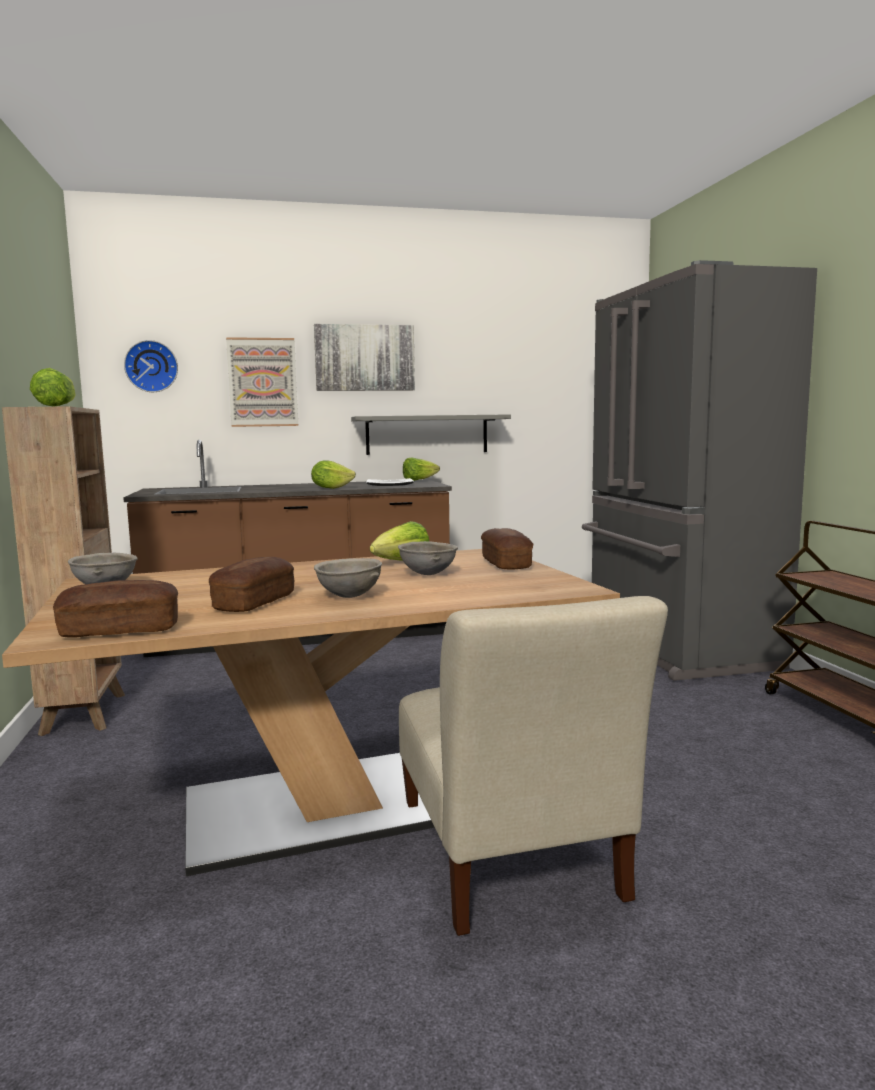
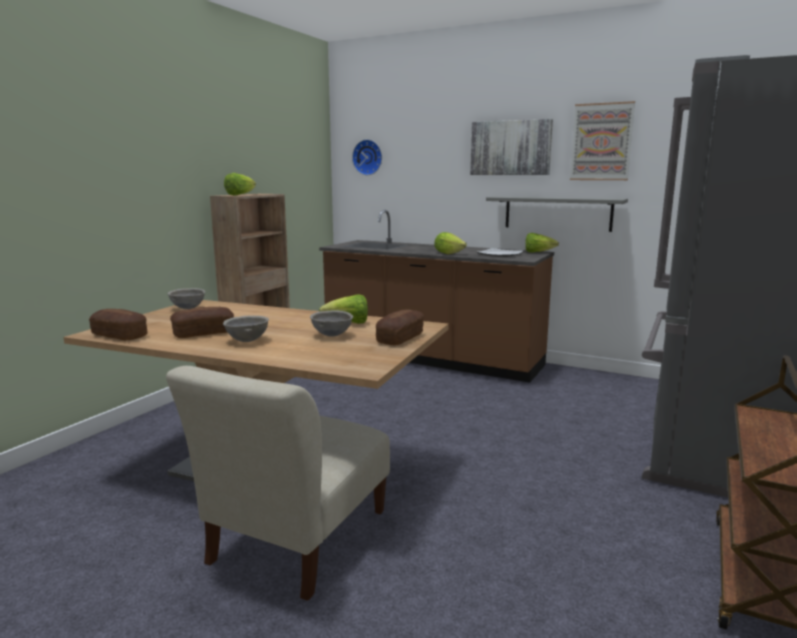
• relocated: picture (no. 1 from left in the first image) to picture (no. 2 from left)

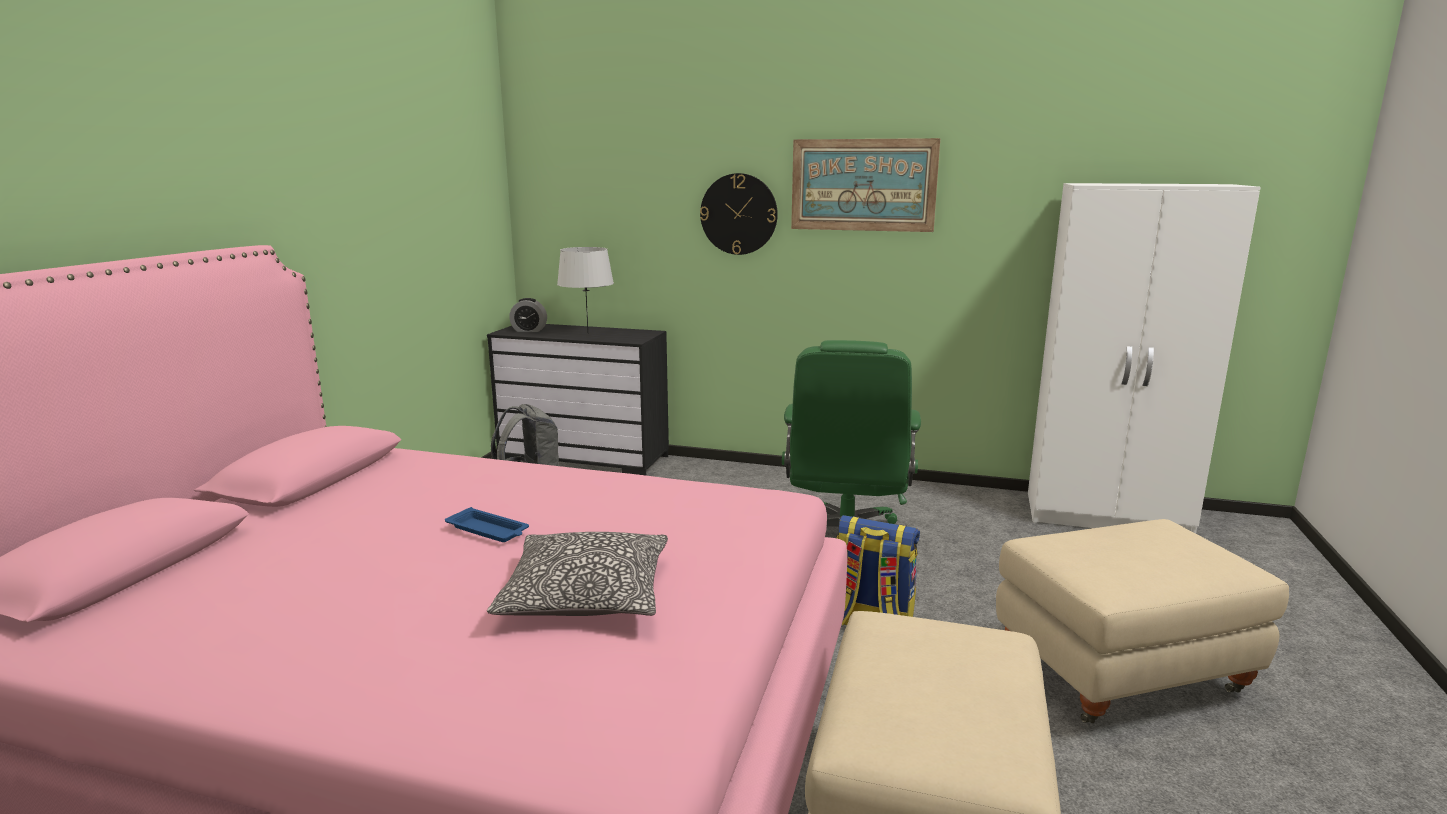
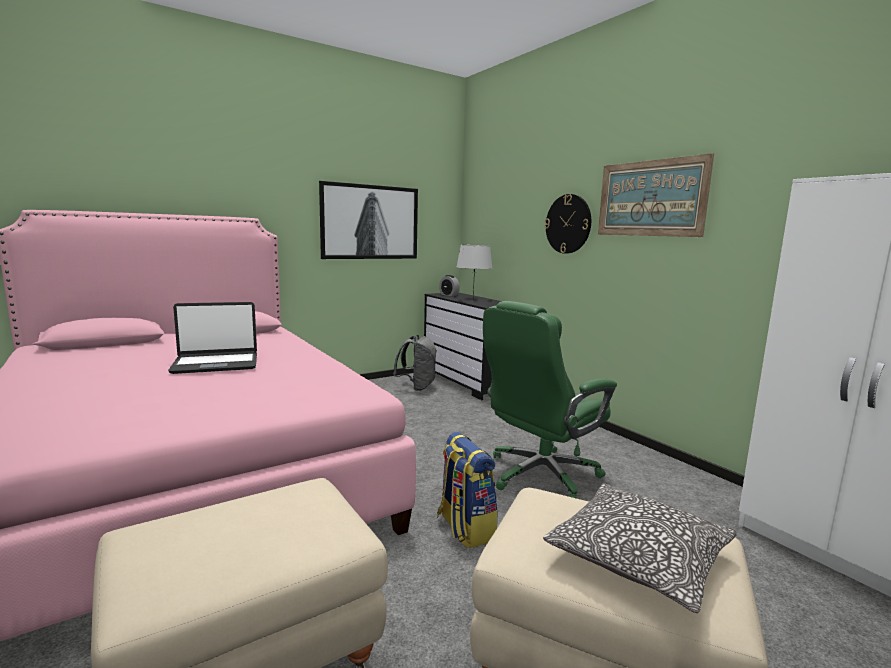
• exchanged: tray in blue to laptop
• appeared: picture (no. 1 from left)
• relocated: pillow

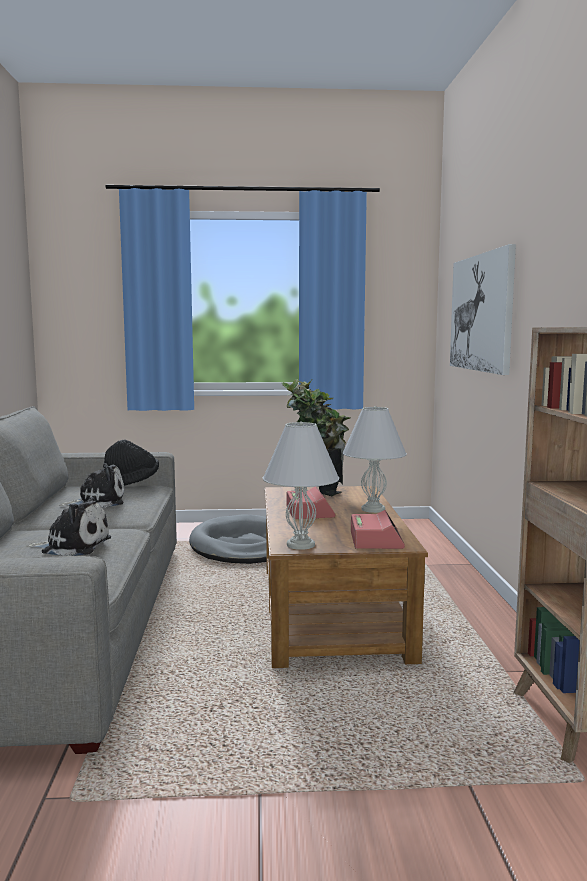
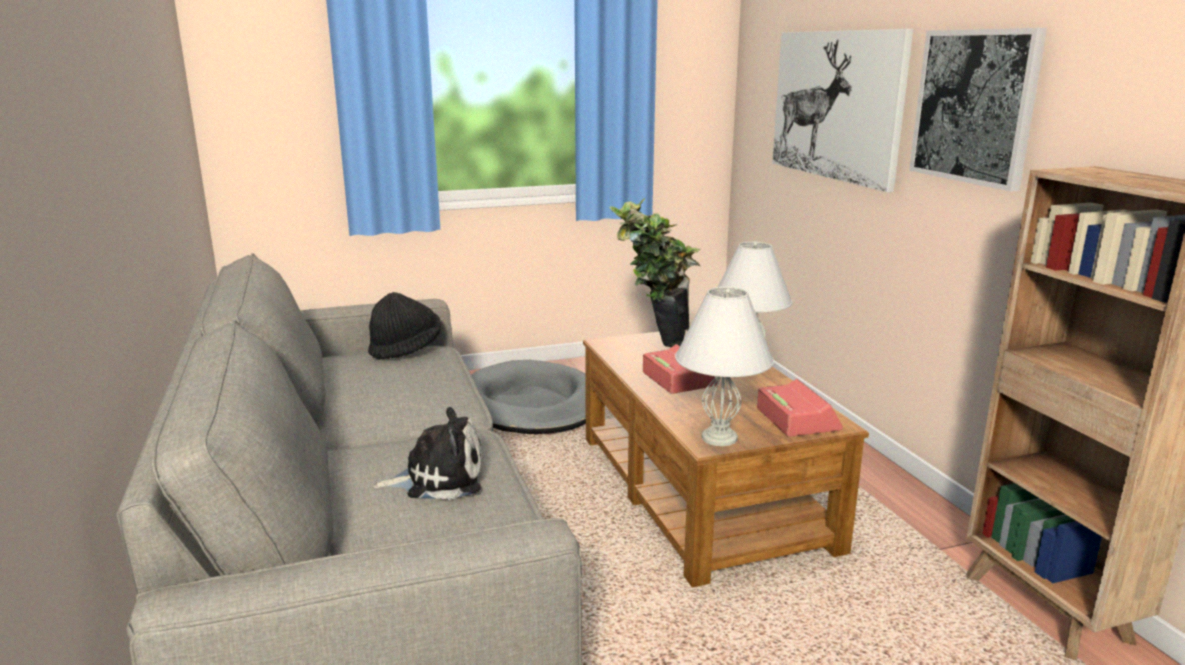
• appeared: picture (no. 2 from left)
• missing: plush toy (no. 2 from left)

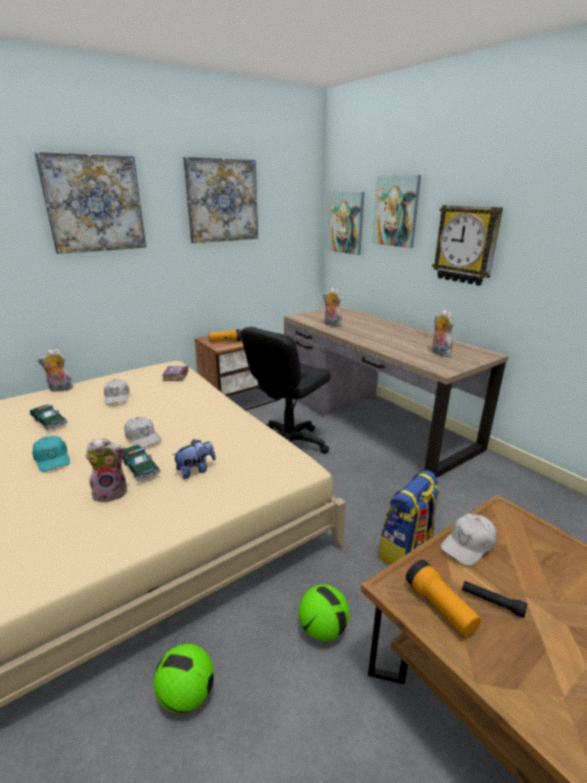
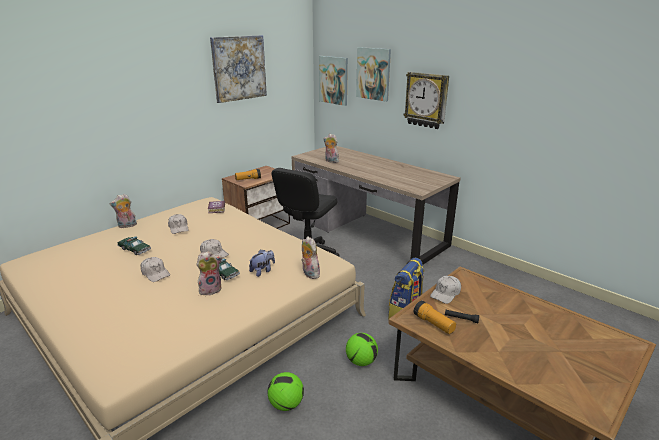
• colour: cap in turquoise to cap in white (no. 1 from left)
• relocated: plush toy (no. 5 from left in the first image) to plush toy (no. 4 from left)
• missing: picture (no. 1 from left)

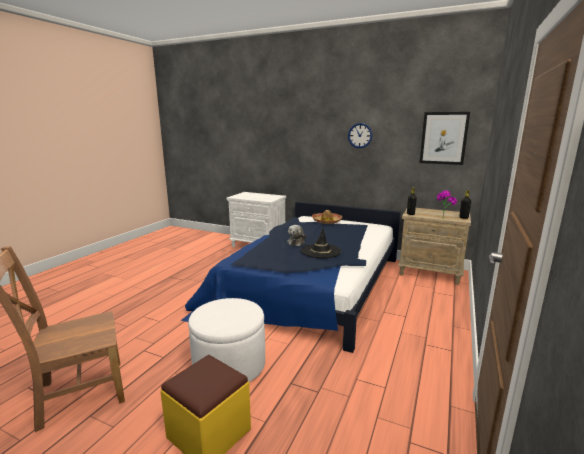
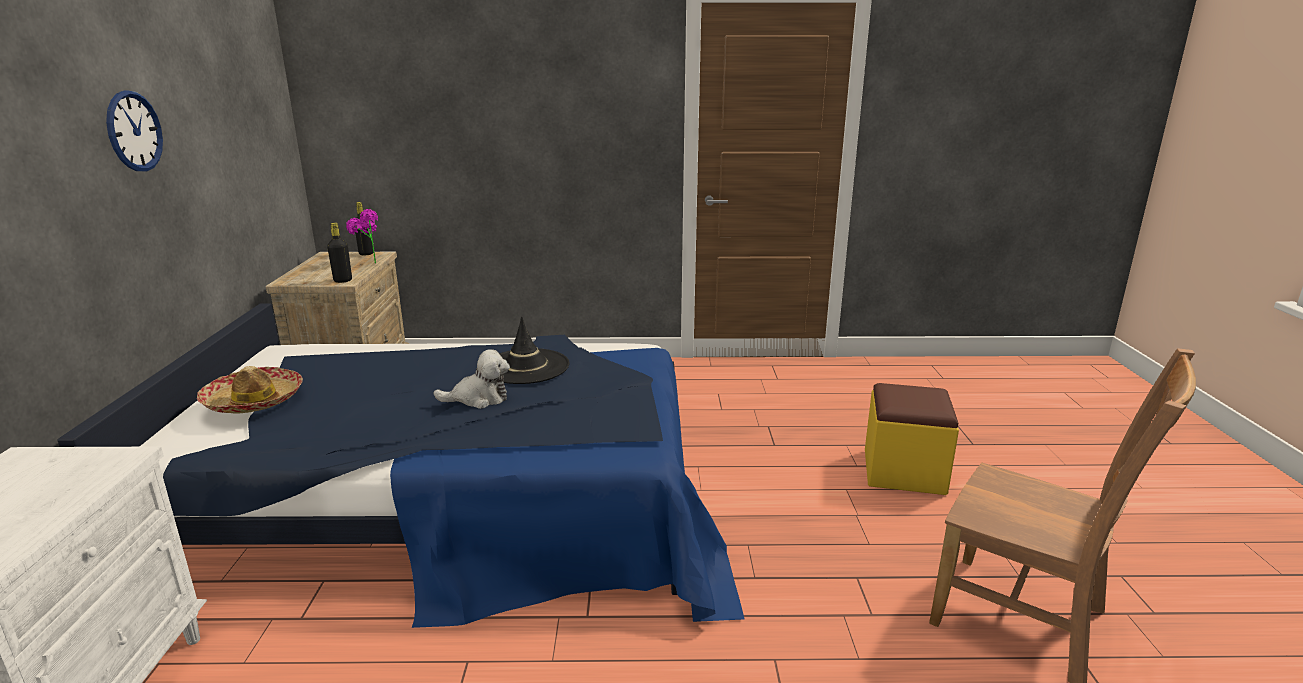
• missing: ottoman in white
• missing: picture

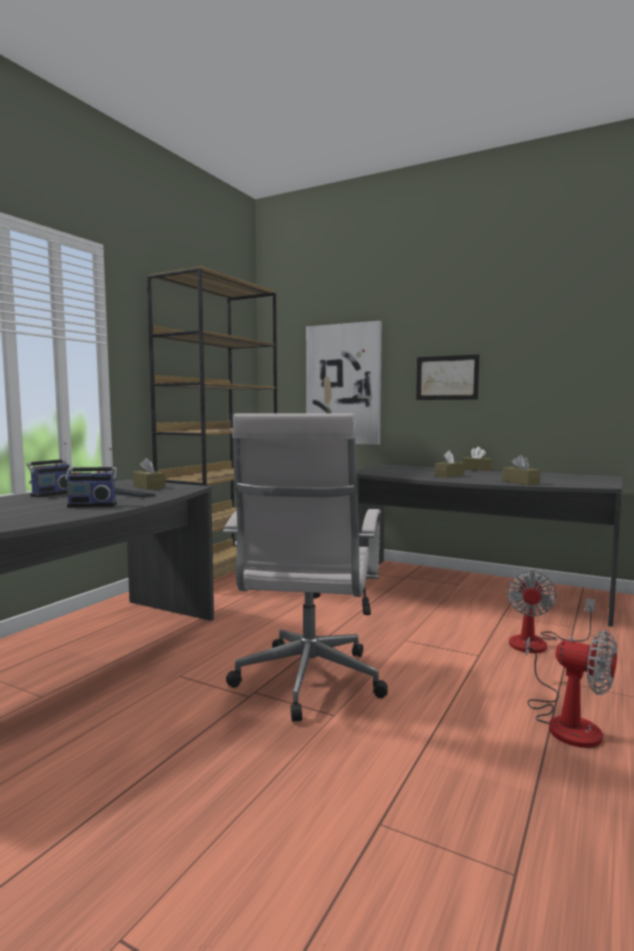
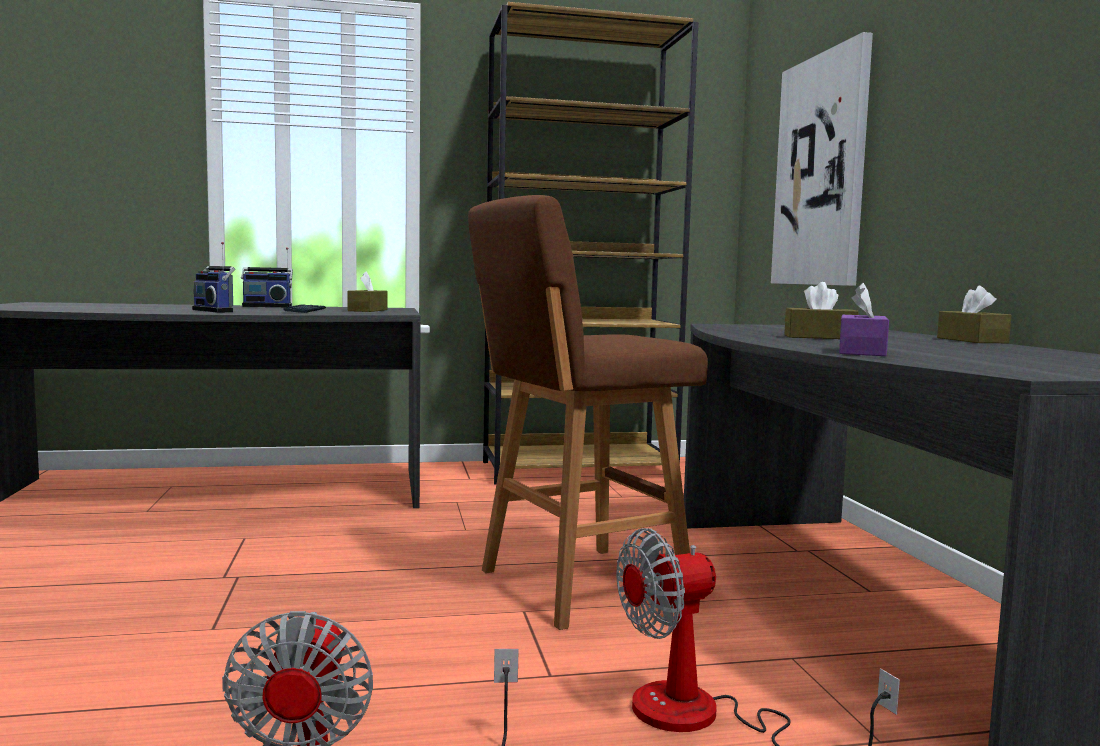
• appeared: stool in brown
• colour: tissue box in brown (no. 4 from left) to tissue box in purple
• missing: office chair in white
• missing: picture (no. 2 from left)

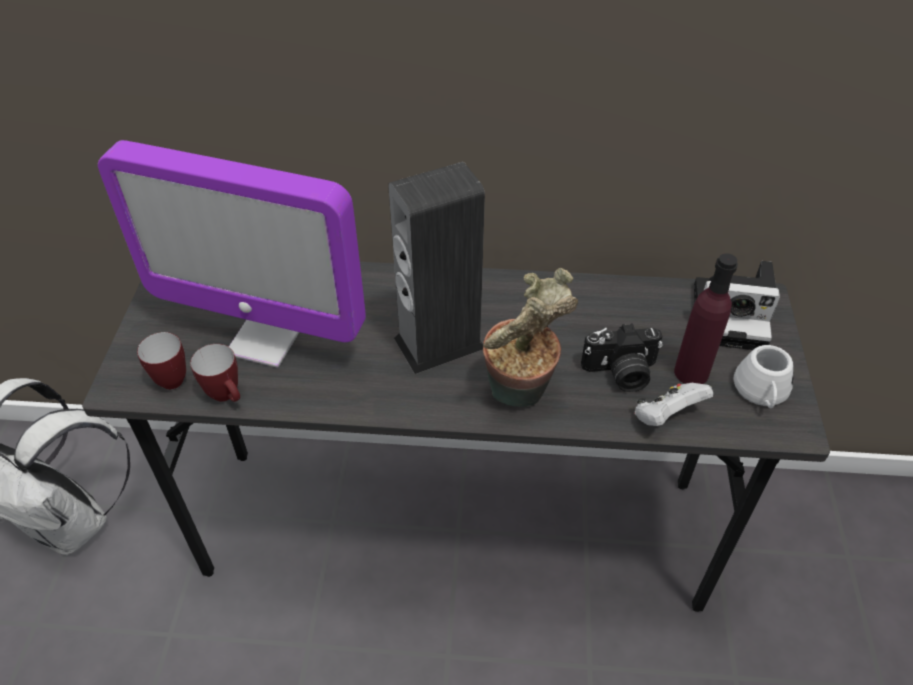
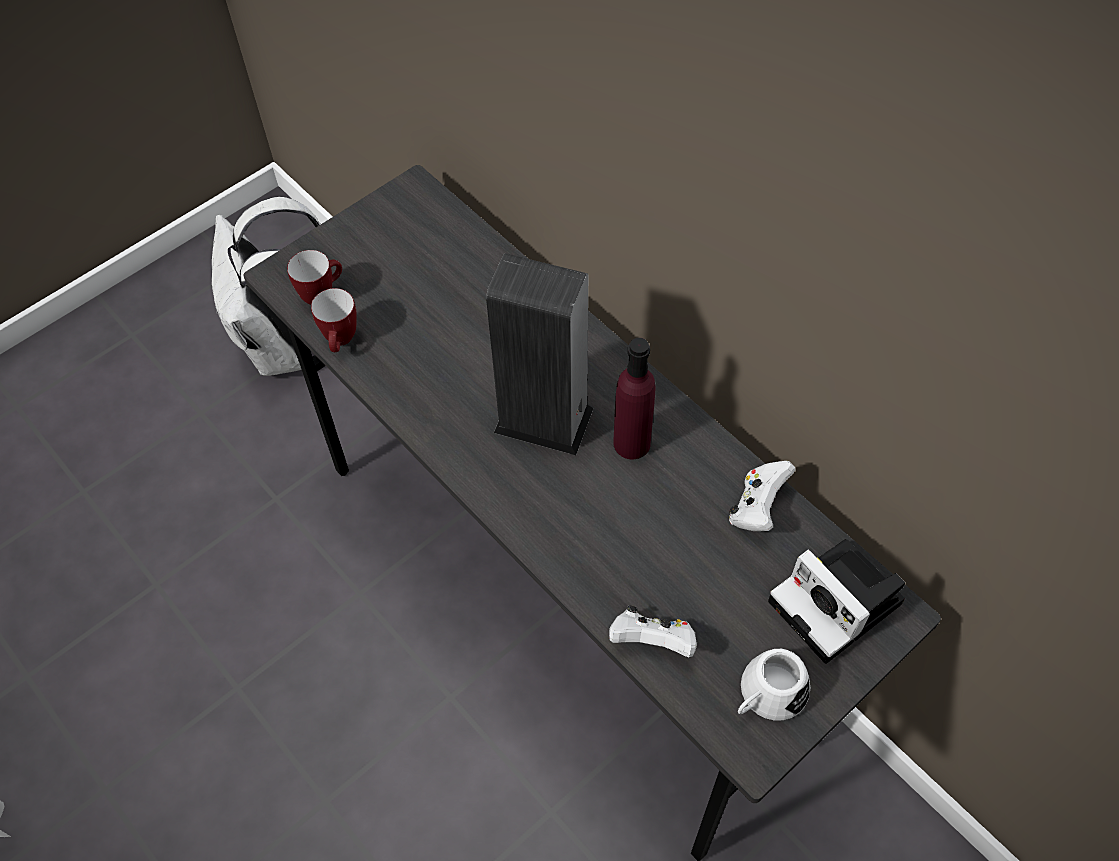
• relocated: bottle in purple
• appeared: game controller in white (no. 2 from left)
• missing: monitor
• missing: potted plant
• missing: photo camera (no. 1 from left)

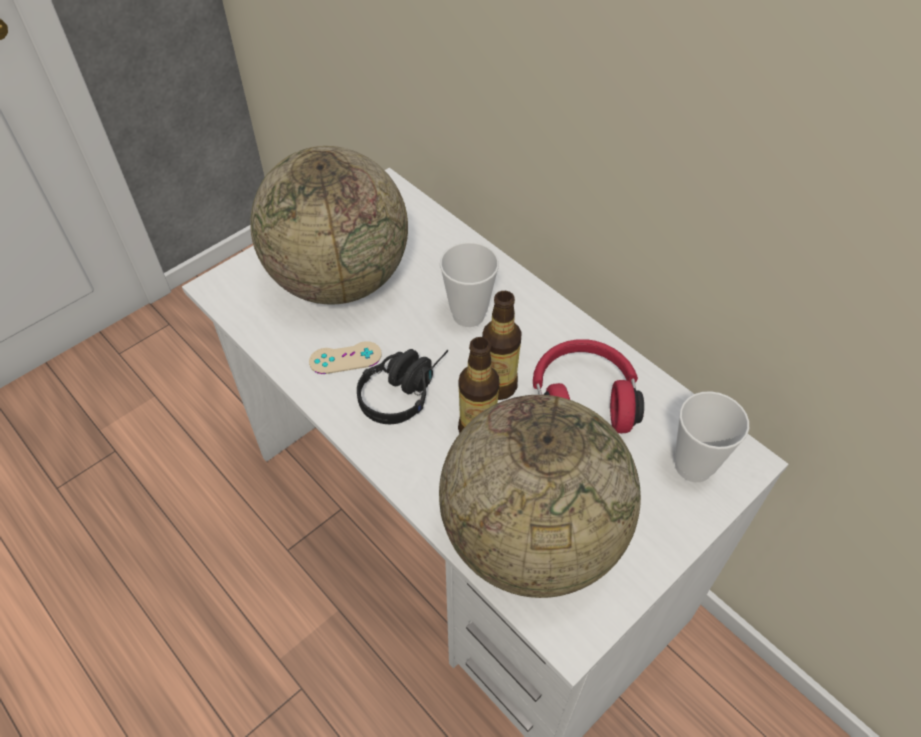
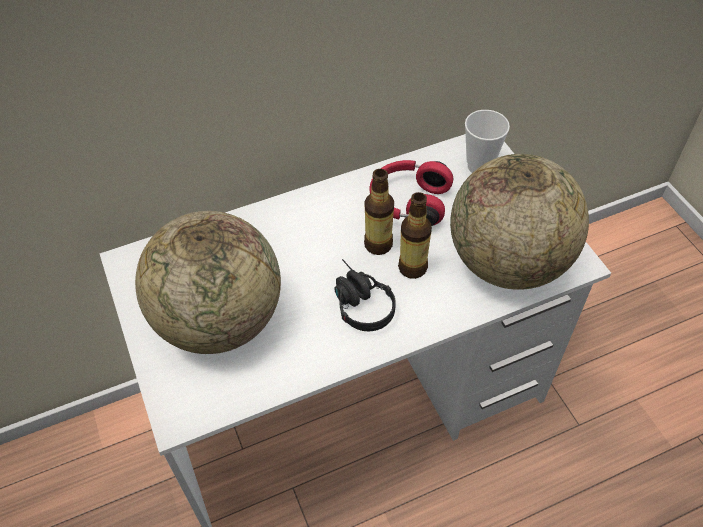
• missing: game controller in beige
• missing: cup (no. 1 from left)

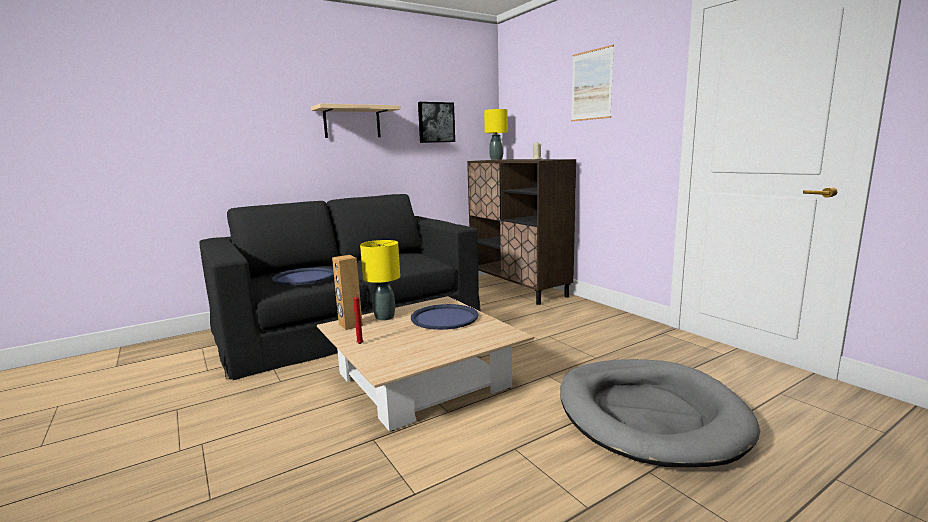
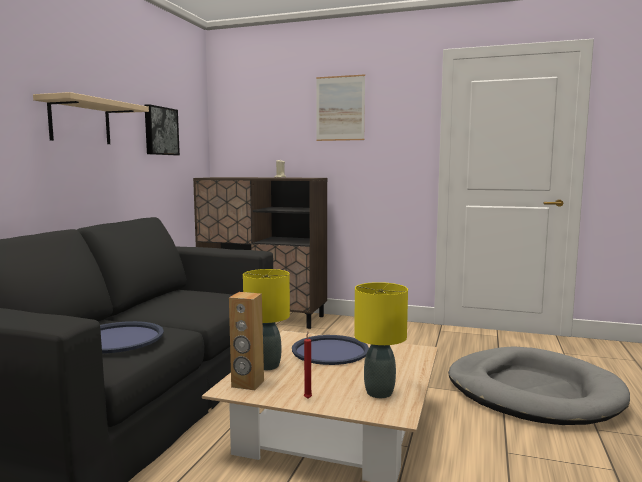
• relocated: table lamp in yellow (no. 2 from left)

